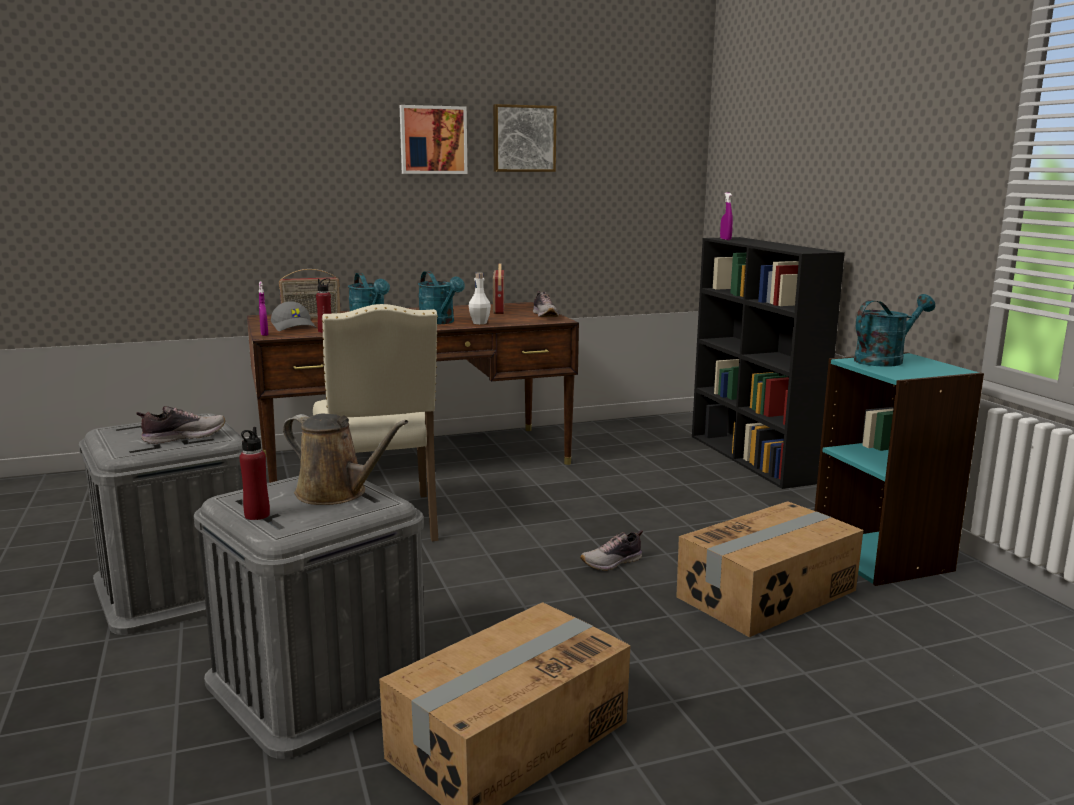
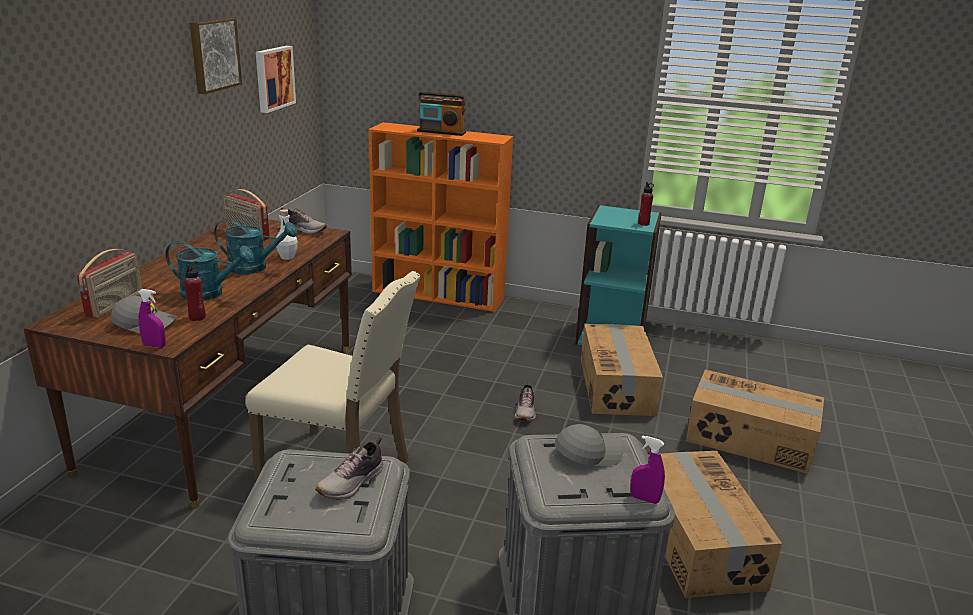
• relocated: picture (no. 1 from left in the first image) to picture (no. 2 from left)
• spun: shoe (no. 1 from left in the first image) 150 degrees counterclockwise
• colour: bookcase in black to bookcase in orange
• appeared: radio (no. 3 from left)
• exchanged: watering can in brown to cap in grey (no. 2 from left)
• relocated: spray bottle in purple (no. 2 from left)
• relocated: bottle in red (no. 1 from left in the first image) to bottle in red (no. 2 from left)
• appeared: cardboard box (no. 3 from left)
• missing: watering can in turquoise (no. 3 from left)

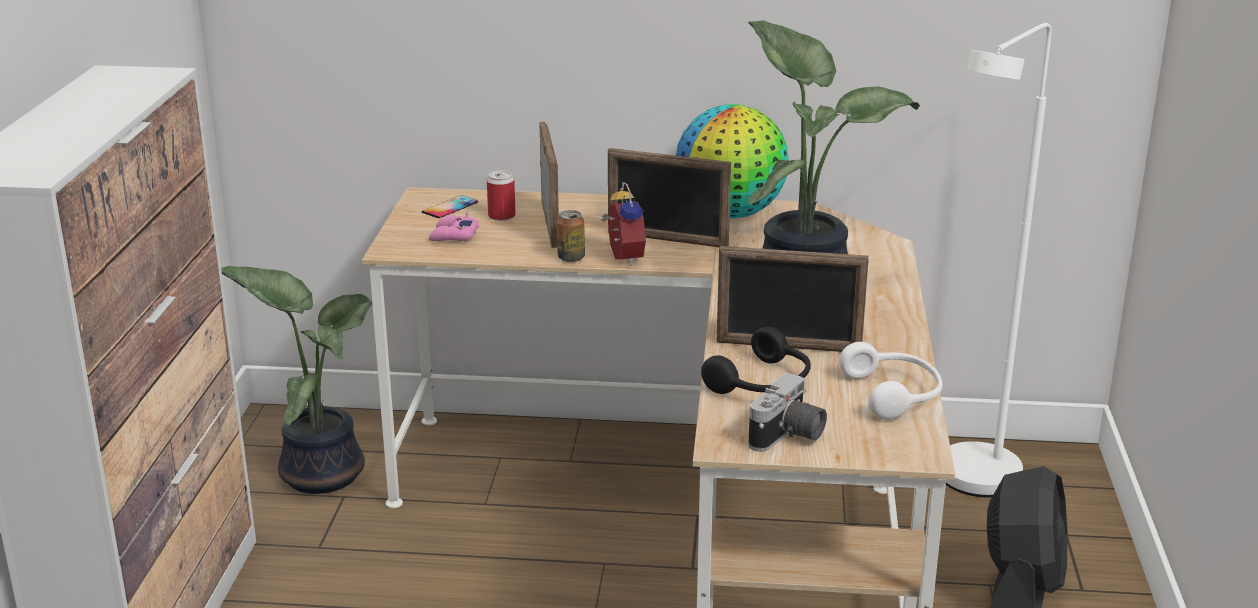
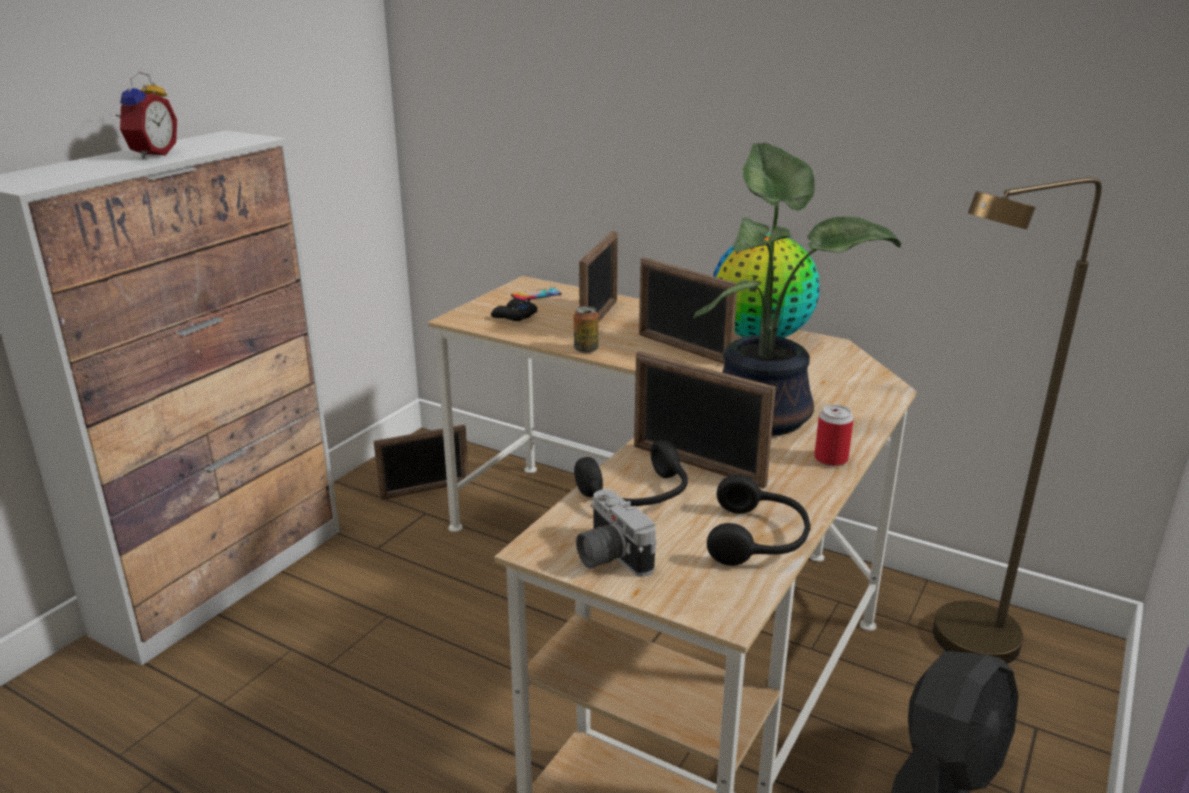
• relocated: alarm clock
• exchanged: potted plant (no. 1 from left) to picture frame (no. 1 from left)
• colour: game controller in pink to game controller in black
• spun: photo camera 90 degrees clockwise
• colour: headphones in white to headphones in black (no. 2 from left)
• relocated: can (no. 1 from left in the first image) to can (no. 2 from left)
• colour: floor lamp in white to floor lamp in brown

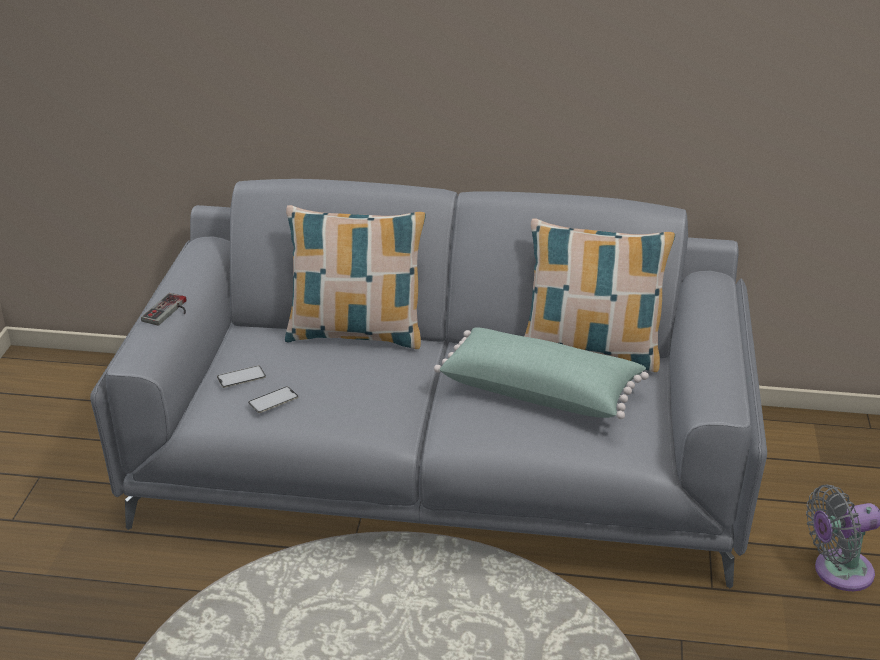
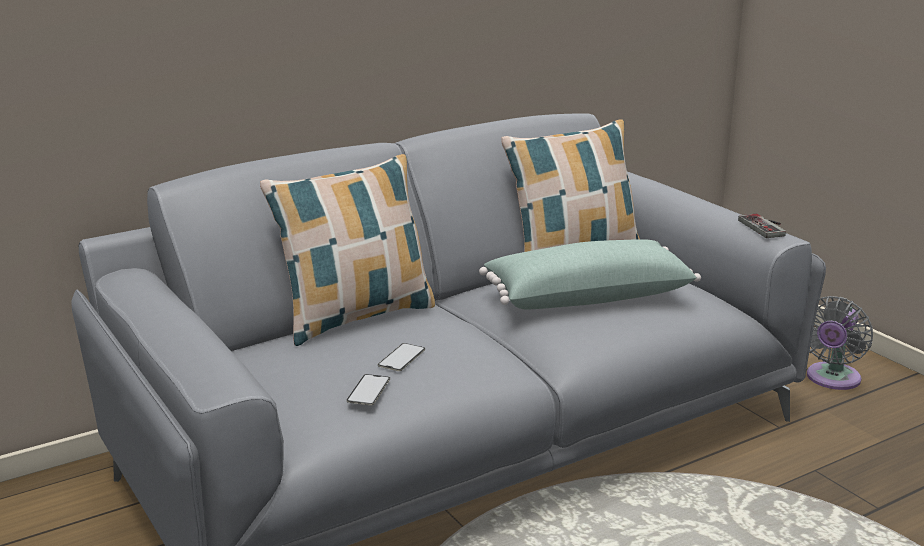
• relocated: phone (no. 1 from left in the first image) to phone (no. 2 from left)
• relocated: game controller

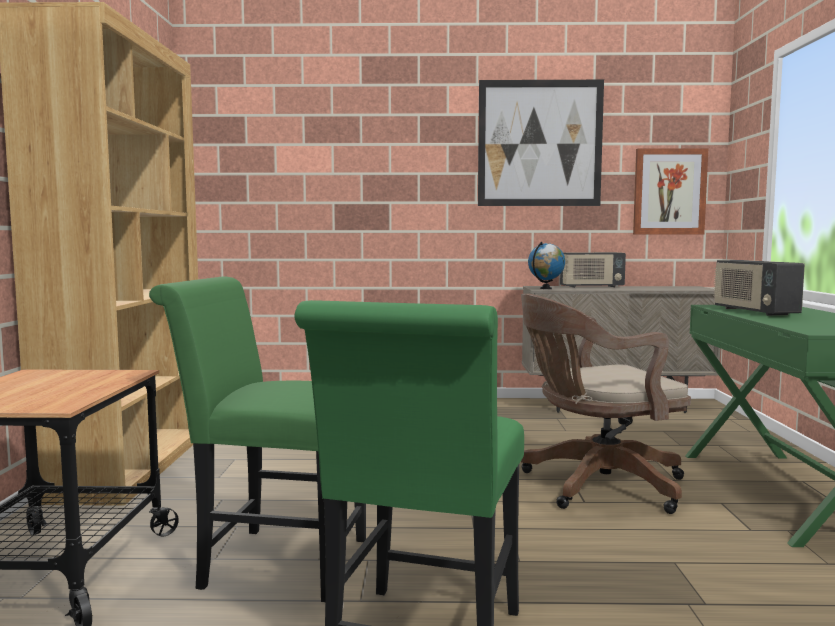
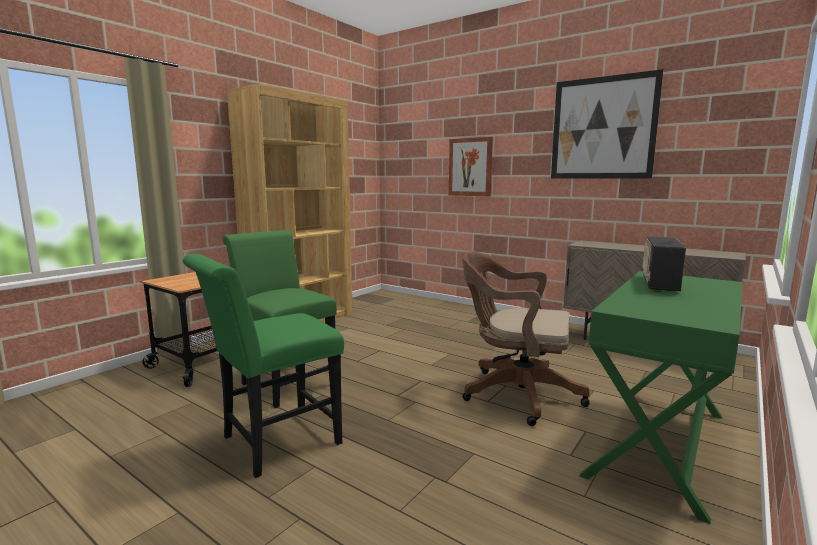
• relocated: picture (no. 2 from left in the first image) to picture (no. 1 from left)
• missing: globe
• missing: radio (no. 1 from left)

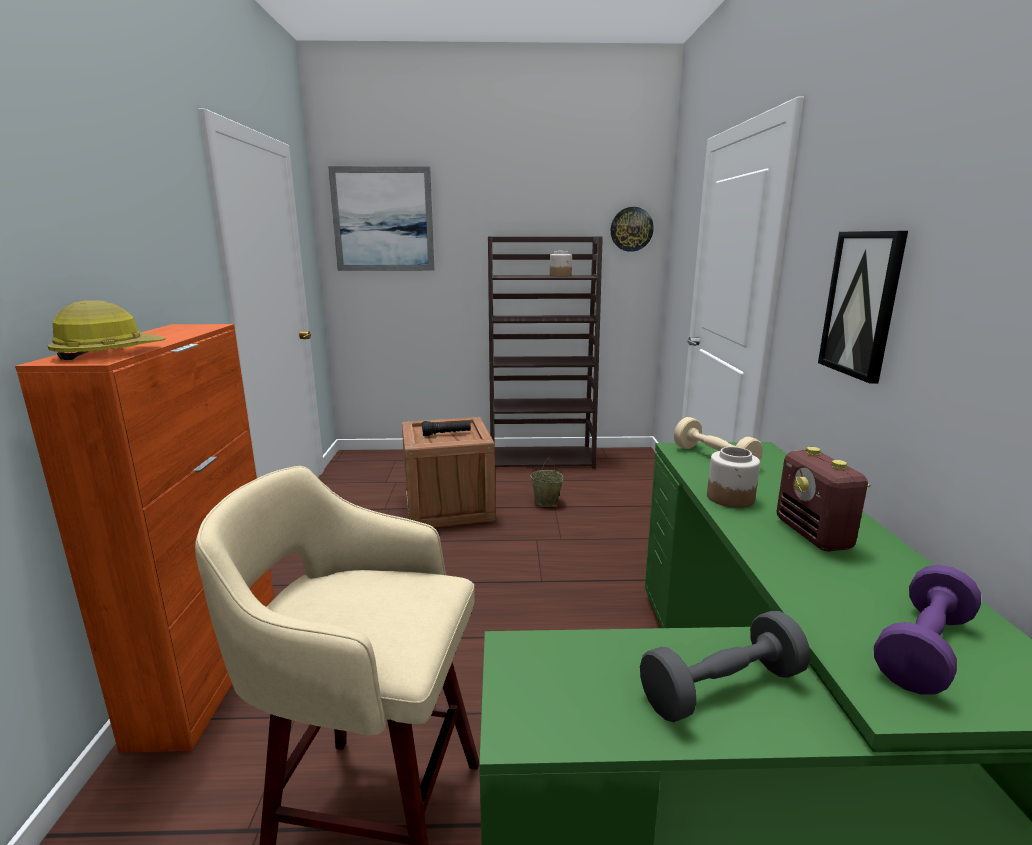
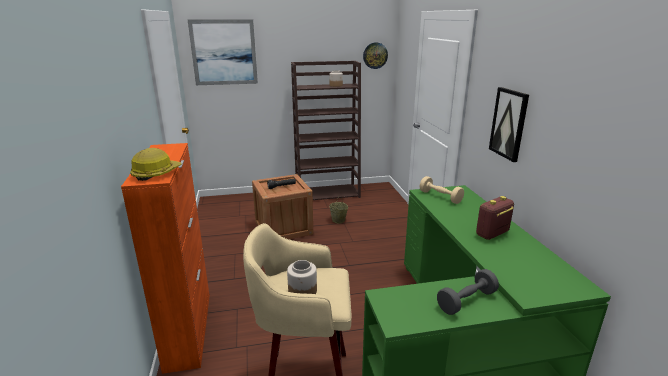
• relocated: jar (no. 2 from left in the first image) to jar (no. 1 from left)
• spun: radio 75 degrees clockwise
• missing: dumbbell in purple

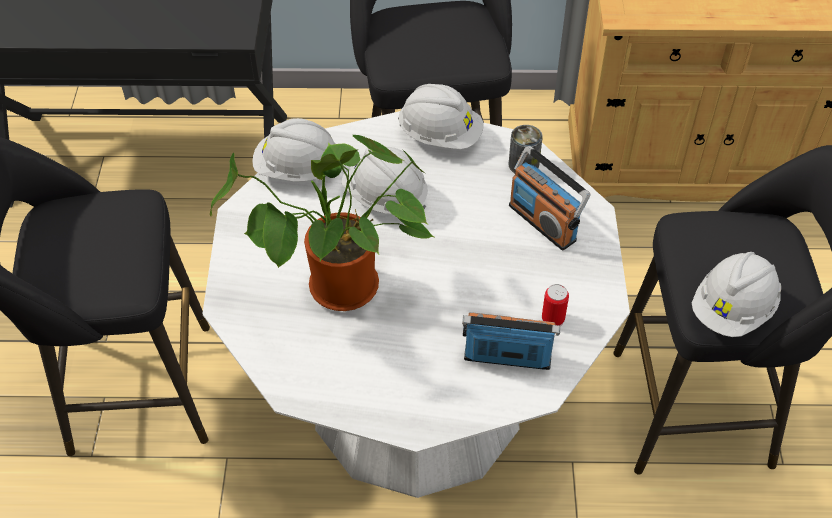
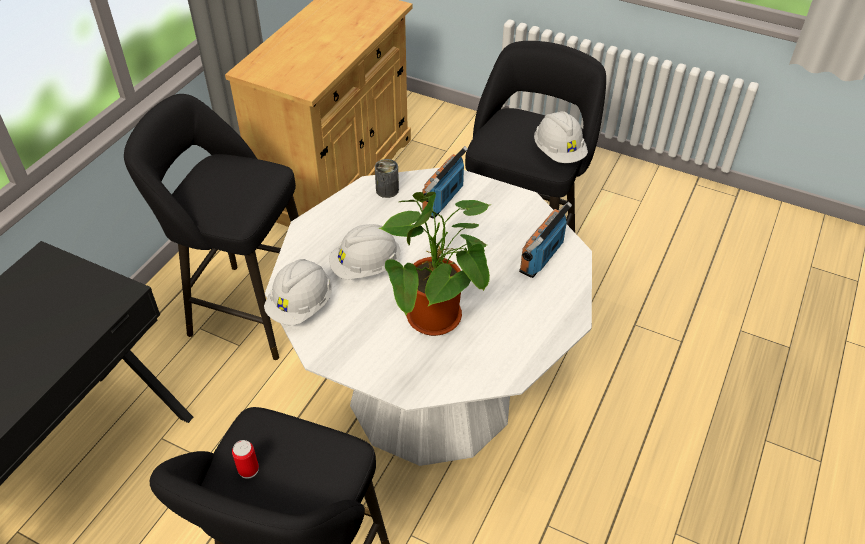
• relocated: can (no. 2 from left in the first image) to can (no. 1 from left)
• spun: radio (no. 2 from left in the first image) 135 degrees clockwise
• missing: hard hat in white (no. 3 from left)

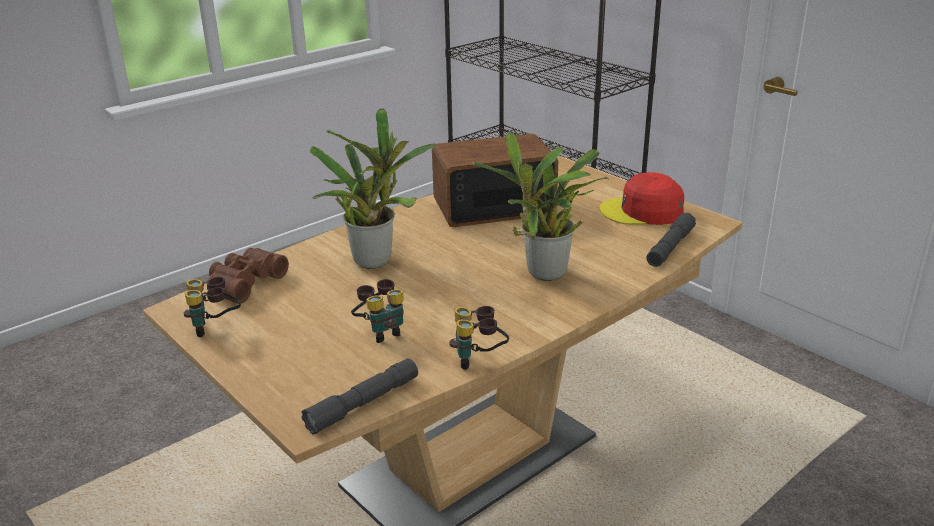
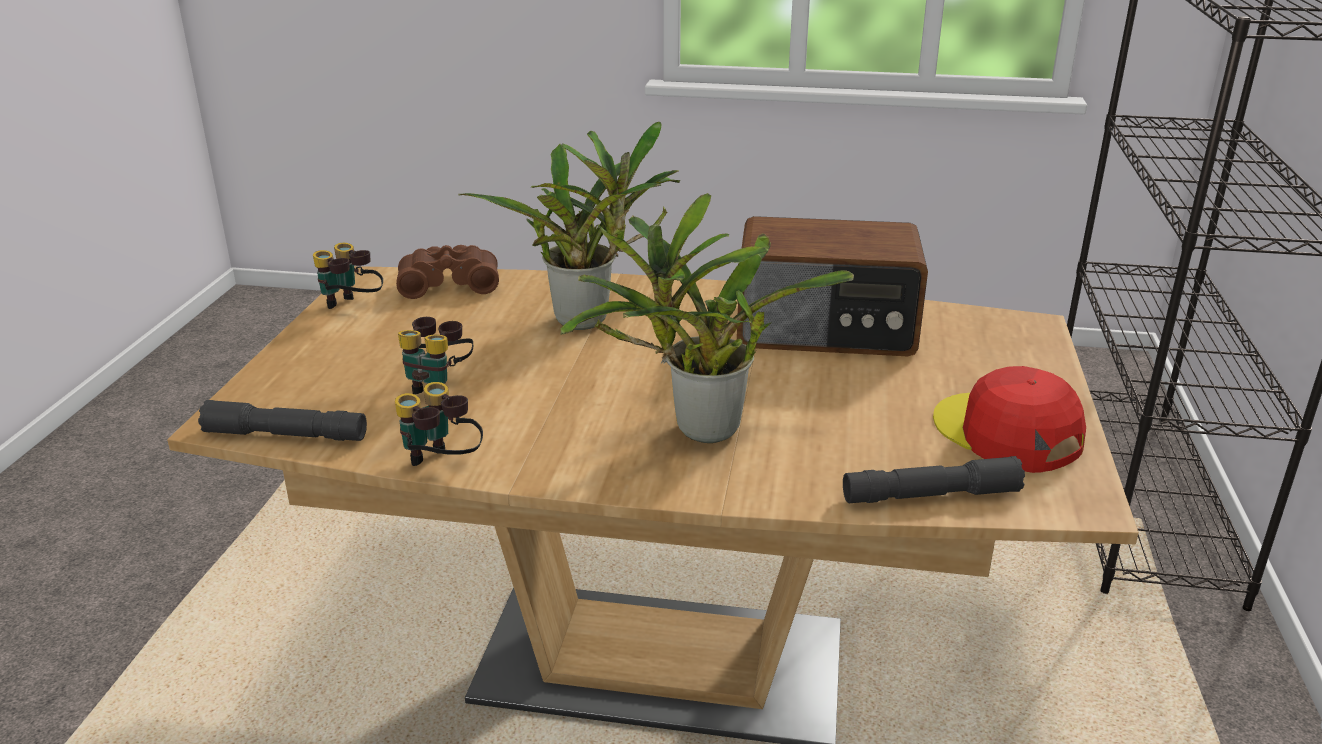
• spun: radio 150 degrees clockwise

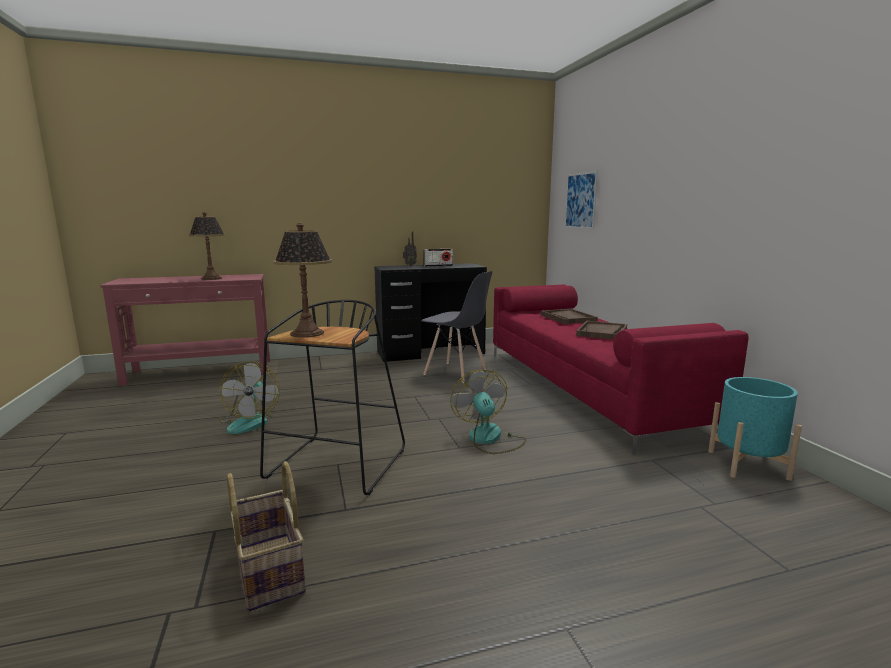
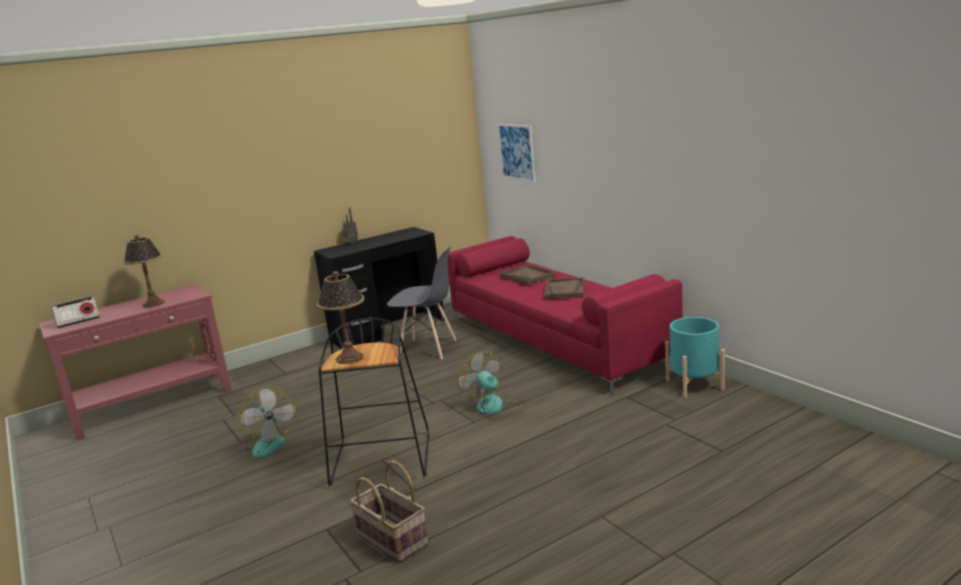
• relocated: radio (no. 2 from left in the first image) to radio (no. 1 from left)

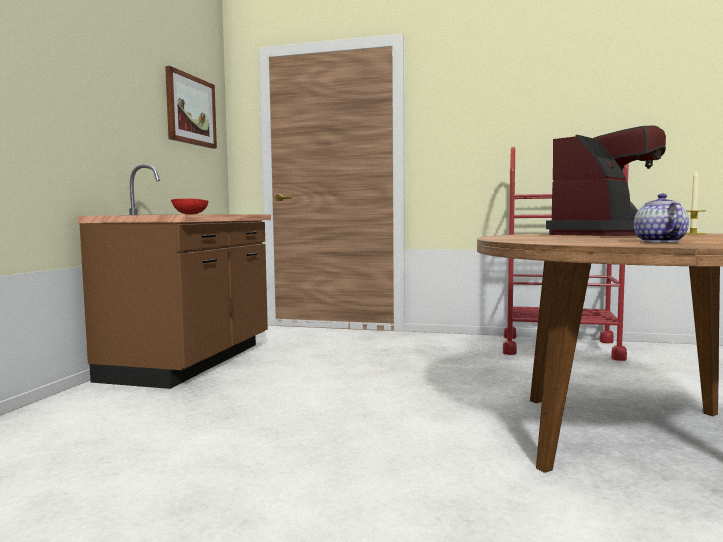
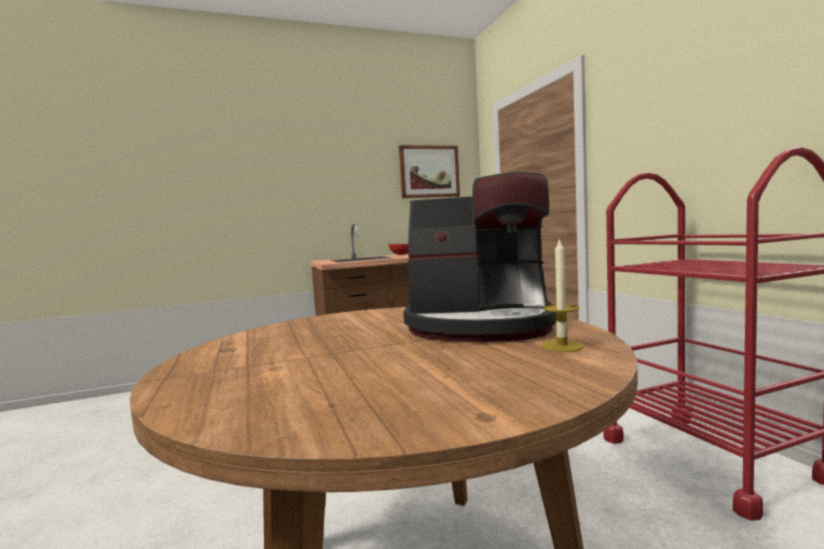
• missing: teapot

